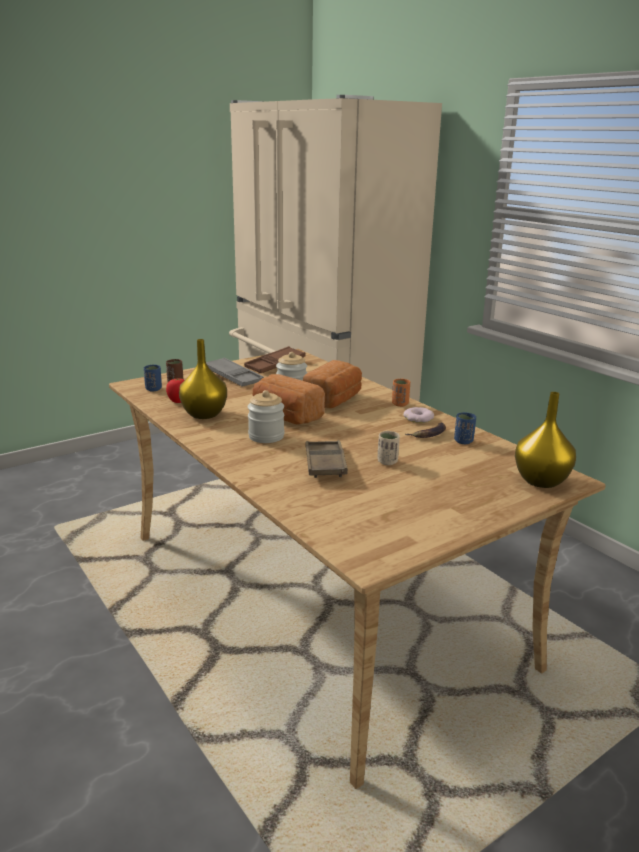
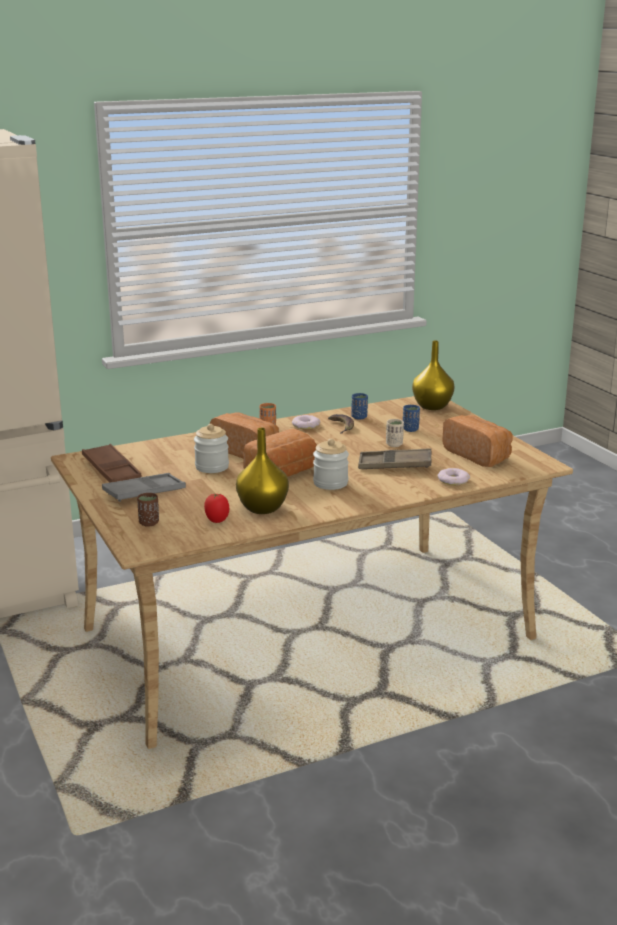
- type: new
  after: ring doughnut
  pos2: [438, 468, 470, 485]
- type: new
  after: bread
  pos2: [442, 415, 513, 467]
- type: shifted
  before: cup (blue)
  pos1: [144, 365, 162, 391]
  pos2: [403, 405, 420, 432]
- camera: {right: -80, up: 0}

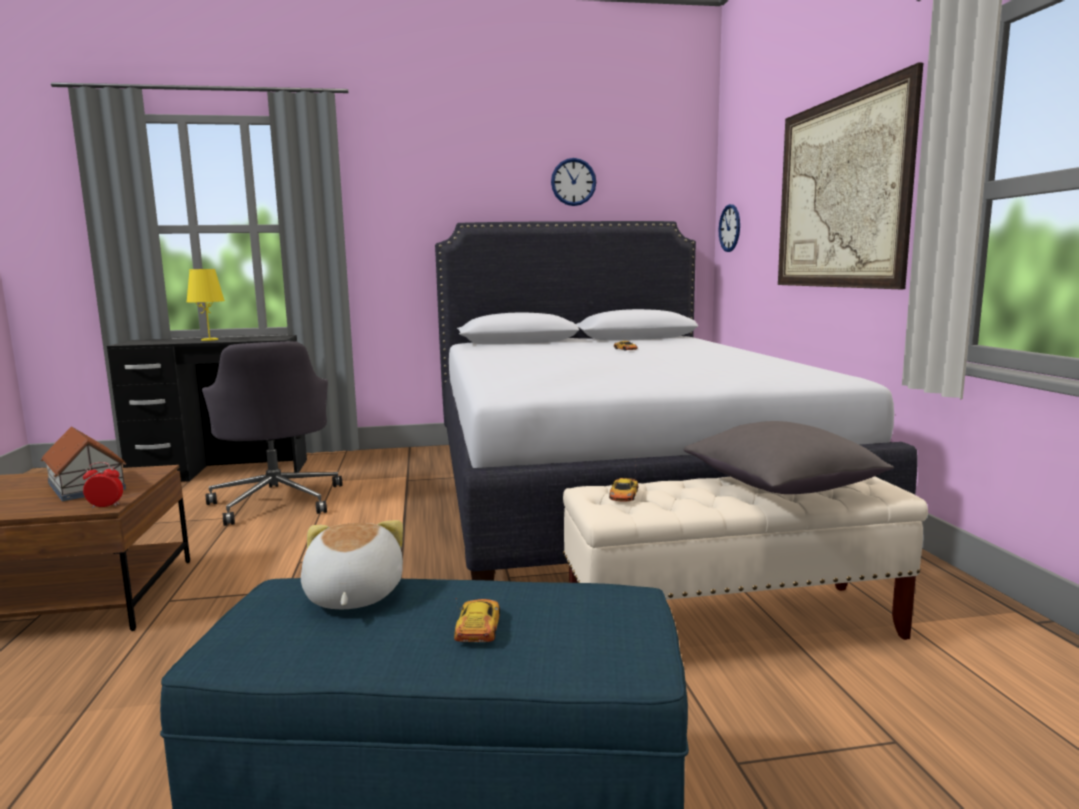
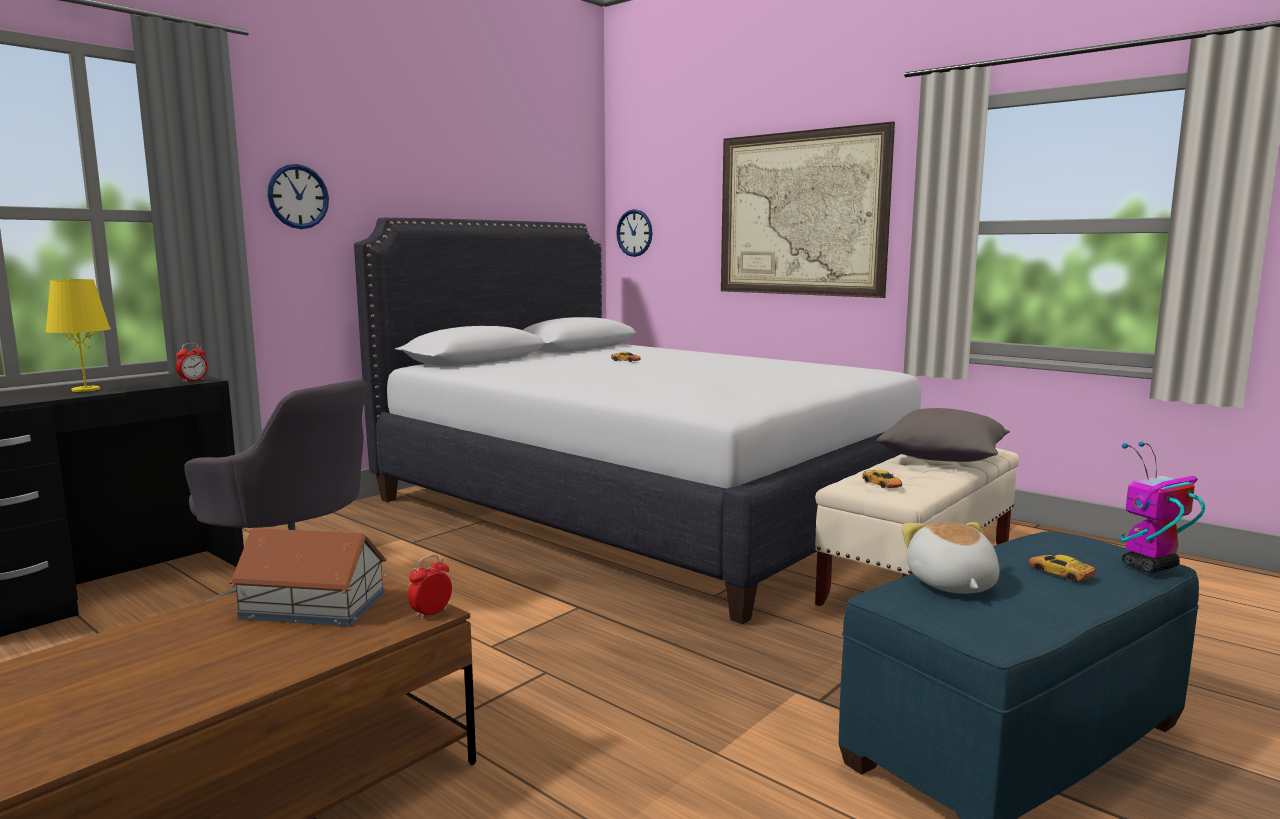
- type: new
  after: bedside clock
  pos2: [176, 343, 208, 382]
- type: new
  after: model robot
  pos2: [1119, 441, 1205, 573]
- type: shifted
  before: hanging clock
  pos1: [551, 158, 596, 206]
  pos2: [267, 164, 329, 229]
- type: rotated
  before: cuddly toy
  pos1: [301, 520, 403, 609]
  pos2: [901, 522, 999, 594]
  turn: 45
- camera: {right: -40, up: 0}

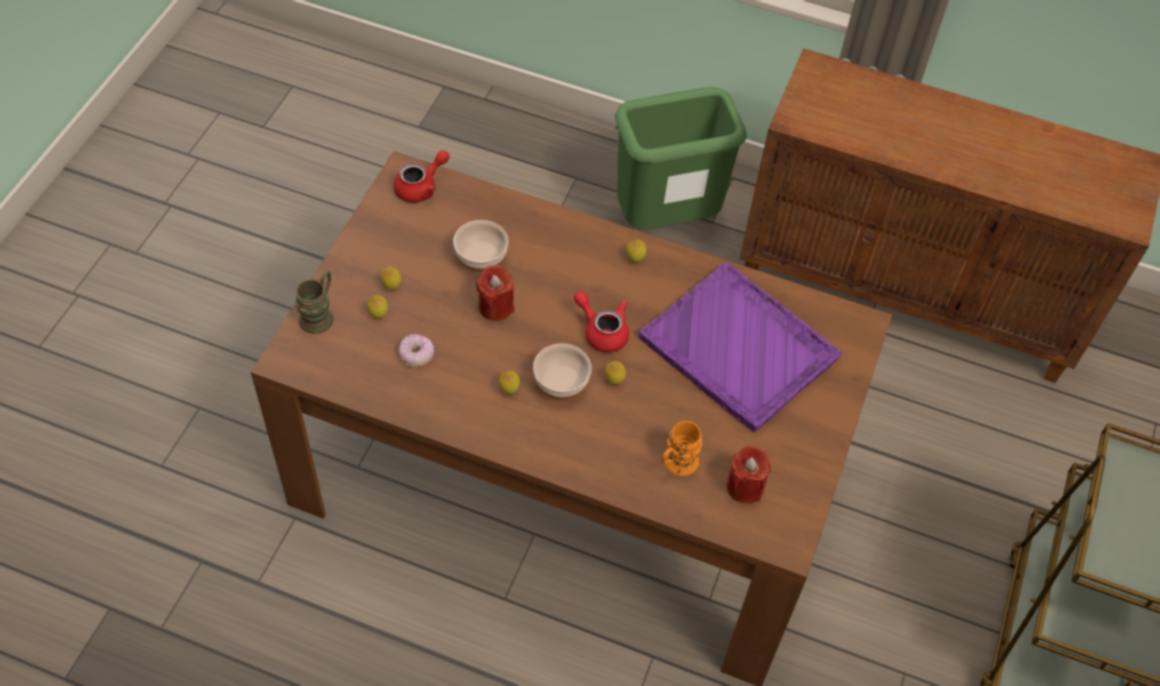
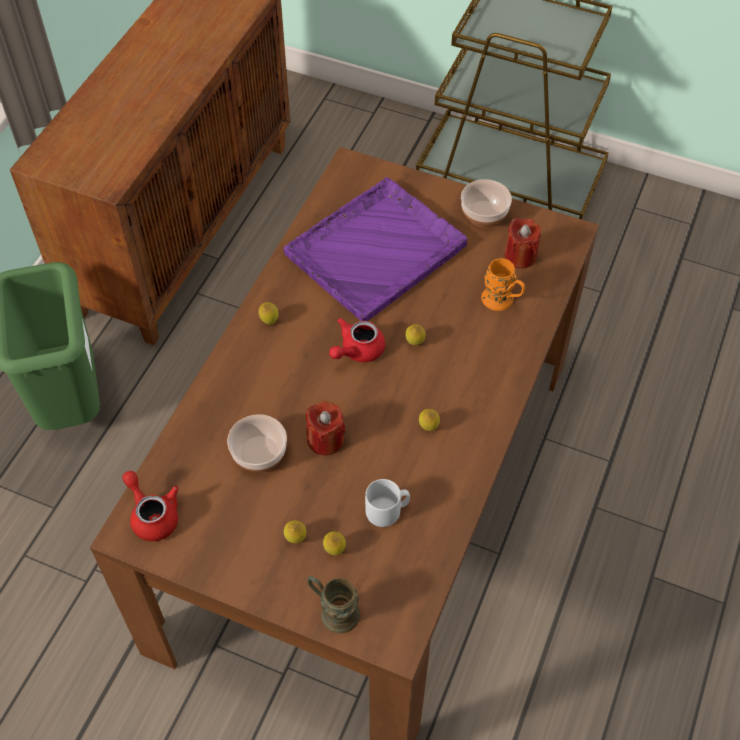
- type: shifted
  before: bowl
  pos1: [533, 343, 592, 399]
  pos2: [461, 179, 512, 227]
- type: swapped
  before: ring doughnut
  after: coffee mug (gray)
  pos1: [399, 334, 434, 367]
  pos2: [365, 479, 410, 527]
- camera: {right: -85, up: 0}

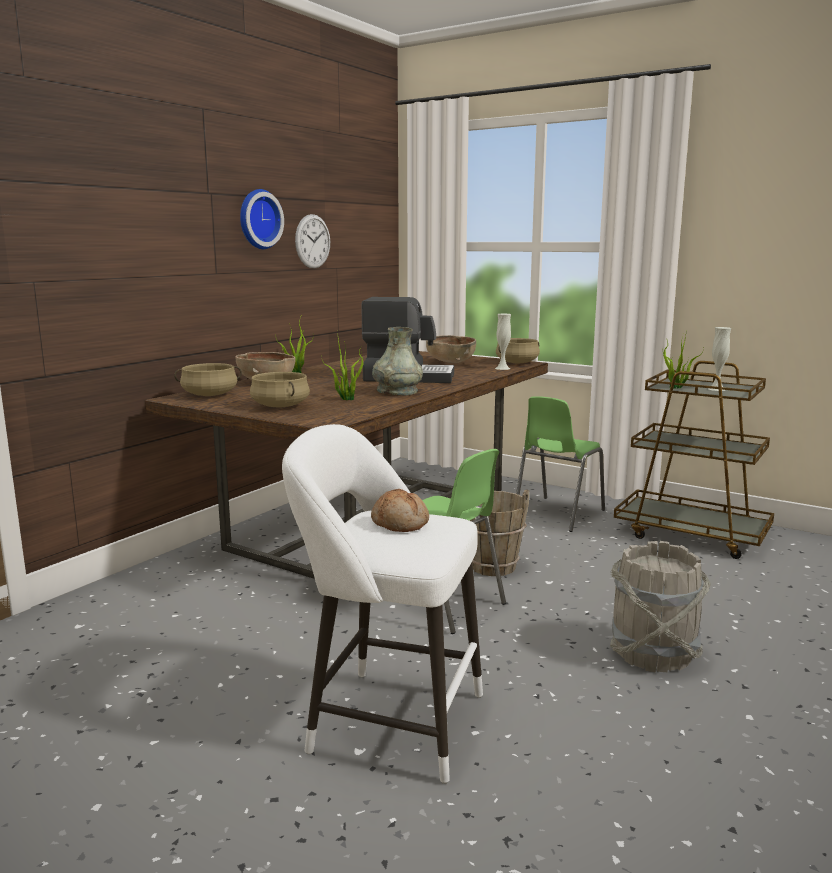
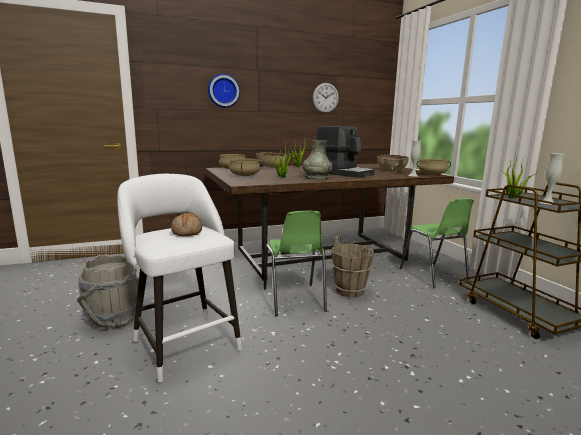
- type: shifted
  before: hanging clock
  pos1: [240, 189, 284, 249]
  pos2: [208, 74, 240, 108]
- type: shifted
  before: bucket (gray)
  pos1: [610, 541, 711, 673]
  pos2: [77, 254, 139, 330]
- type: rotated
  before: plain chair (green)
  pos1: [516, 396, 605, 532]
  pos2: [400, 198, 474, 288]
  turn: -90
- camera: {right: 35, up: 0}

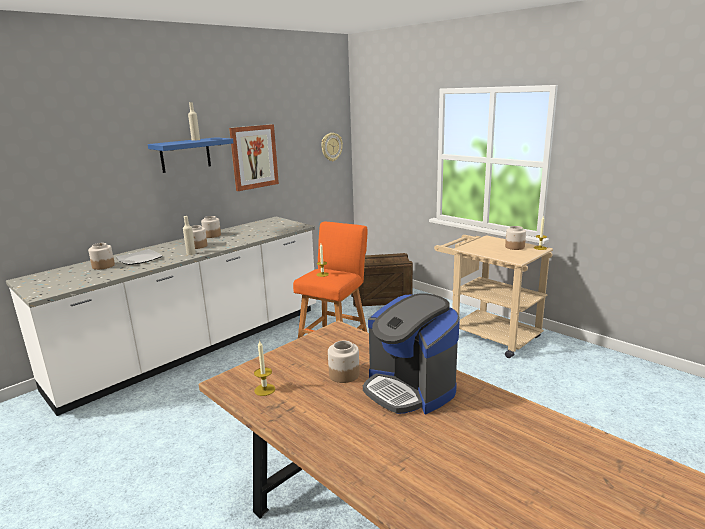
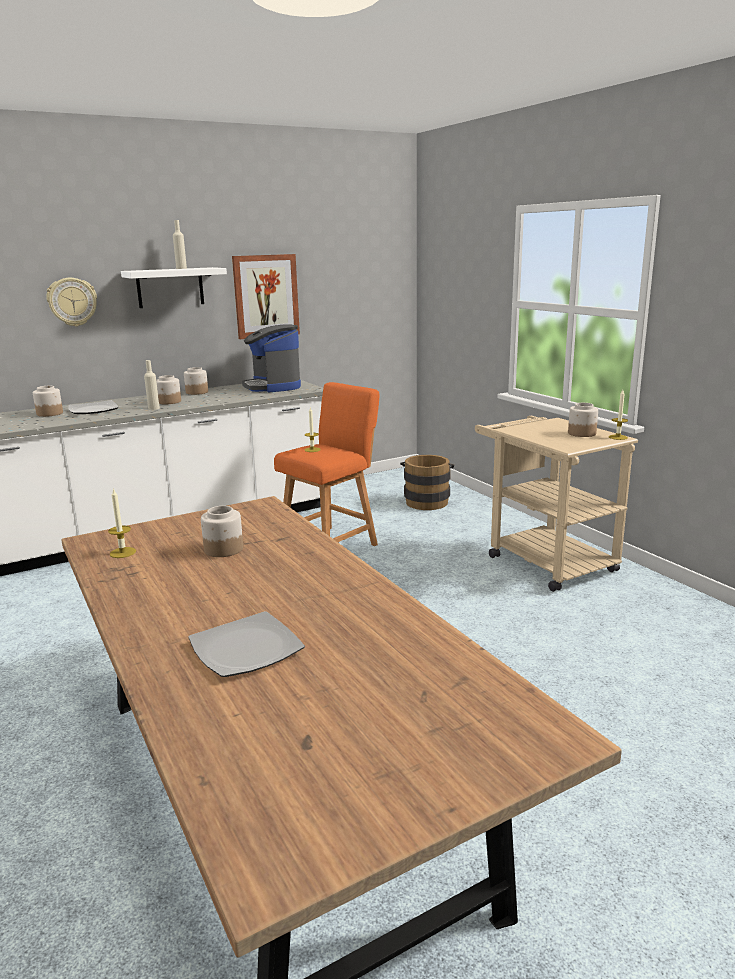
- type: new
  after: plate
  pos2: [188, 611, 305, 677]
- type: shifted
  before: hanging clock
  pos1: [321, 133, 343, 161]
  pos2: [46, 278, 97, 327]
- type: shifted
  before: coffee machine
  pos1: [363, 293, 460, 414]
  pos2: [242, 324, 301, 392]
- type: swapped
  before: packing crate
  after: bucket (brownish)
  pos1: [351, 253, 413, 307]
  pos2: [400, 455, 455, 510]
- type: repainted
  before: wall shelf (blue)
  after: wall shelf (whitish)
  pos1: [148, 137, 233, 173]
  pos2: [121, 267, 227, 308]
- camera: {right: 15, up: 0}

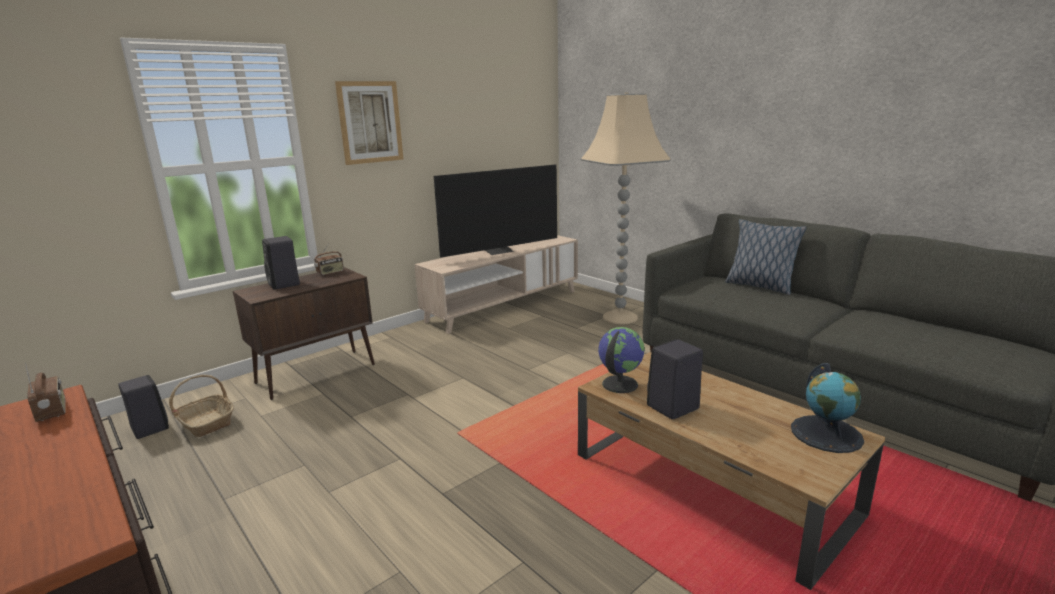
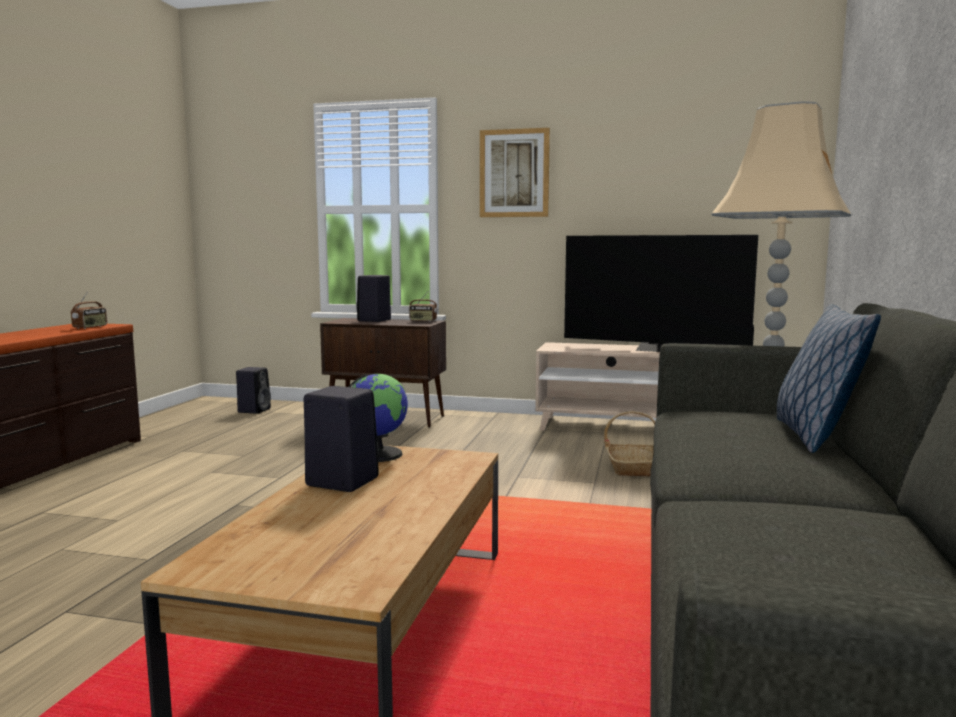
- type: gone
  before: world globe
  pos1: [791, 363, 864, 453]
- type: shifted
  before: storage basket
  pos1: [169, 375, 234, 437]
  pos2: [604, 411, 655, 477]
- camera: {right: 55, up: -10}

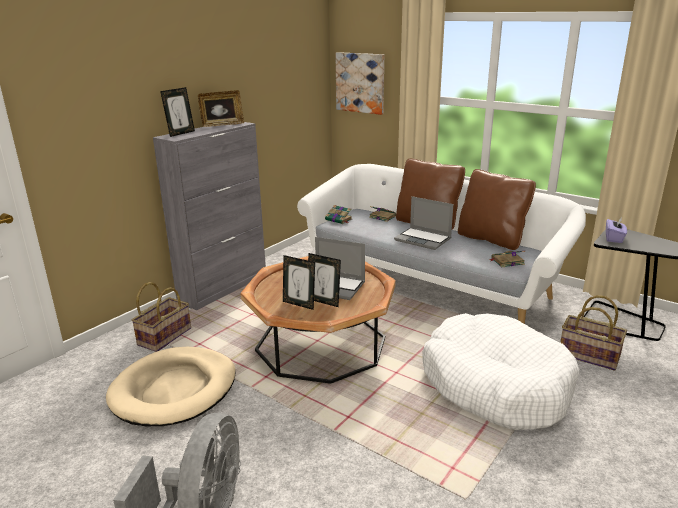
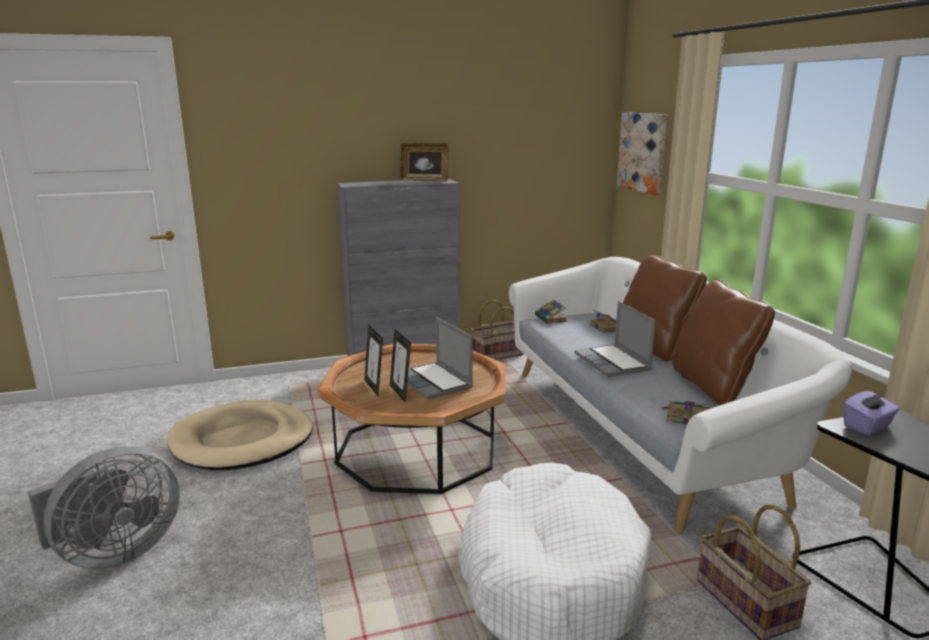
- type: gone
  before: standing frame
  pos1: [160, 87, 195, 137]
- type: shifted
  before: storage basket
  pos1: [131, 282, 191, 352]
  pos2: [471, 300, 524, 360]
- camera: {right: 35, up: -5}

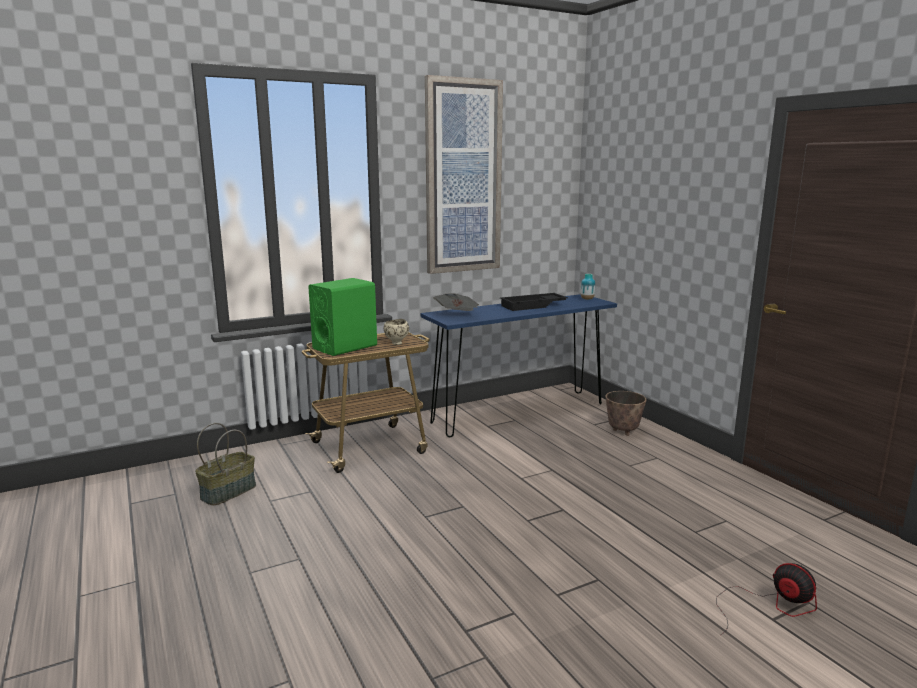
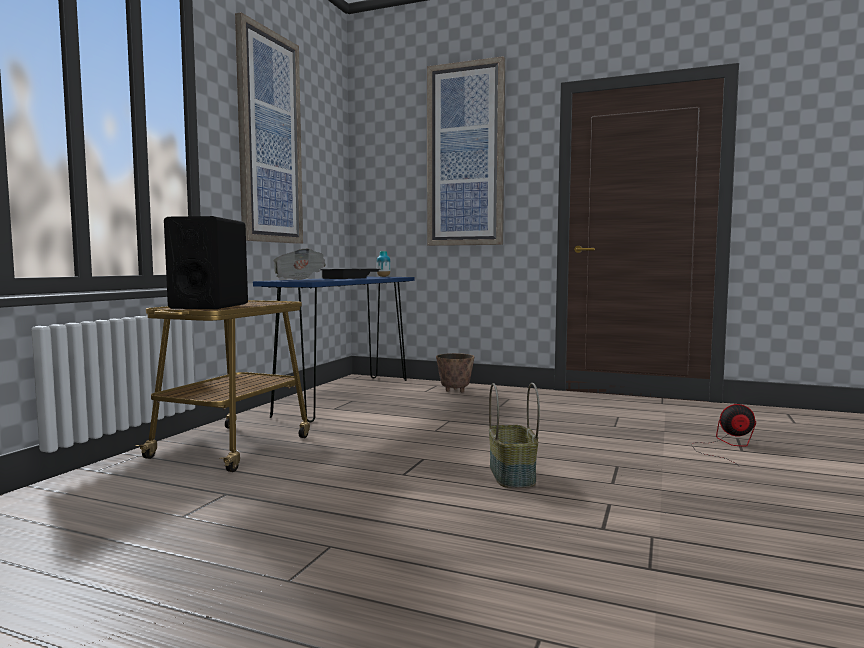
- type: gone
  before: bowl (beige-coloured)
  pos1: [384, 319, 409, 345]
- type: new
  after: picture
  pos2: [427, 56, 505, 246]
- type: shifted
  before: storage basket
  pos1: [195, 423, 256, 505]
  pos2: [489, 383, 540, 488]
- type: repainted
  before: loudspeaker (green)
  after: loudspeaker (blackish)
  pos1: [308, 278, 377, 356]
  pos2: [164, 216, 248, 309]
- camera: {right: -40, up: -10}

